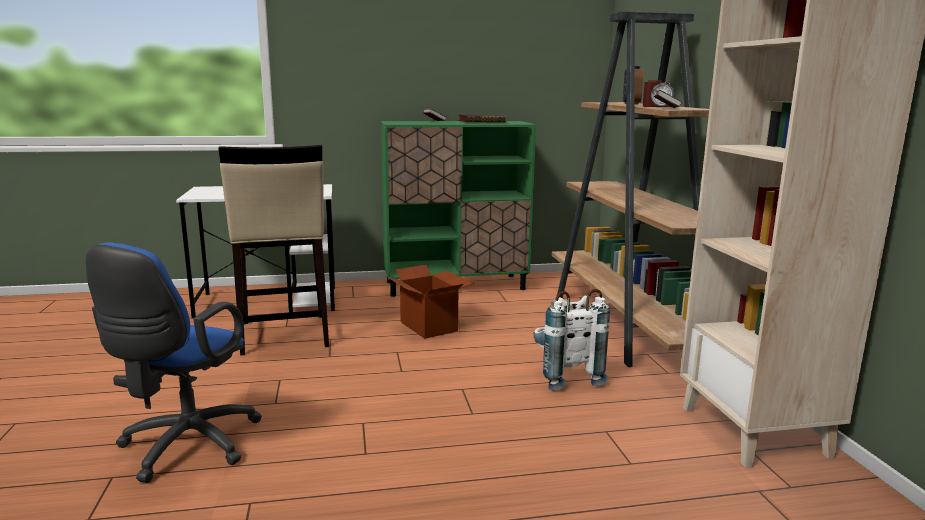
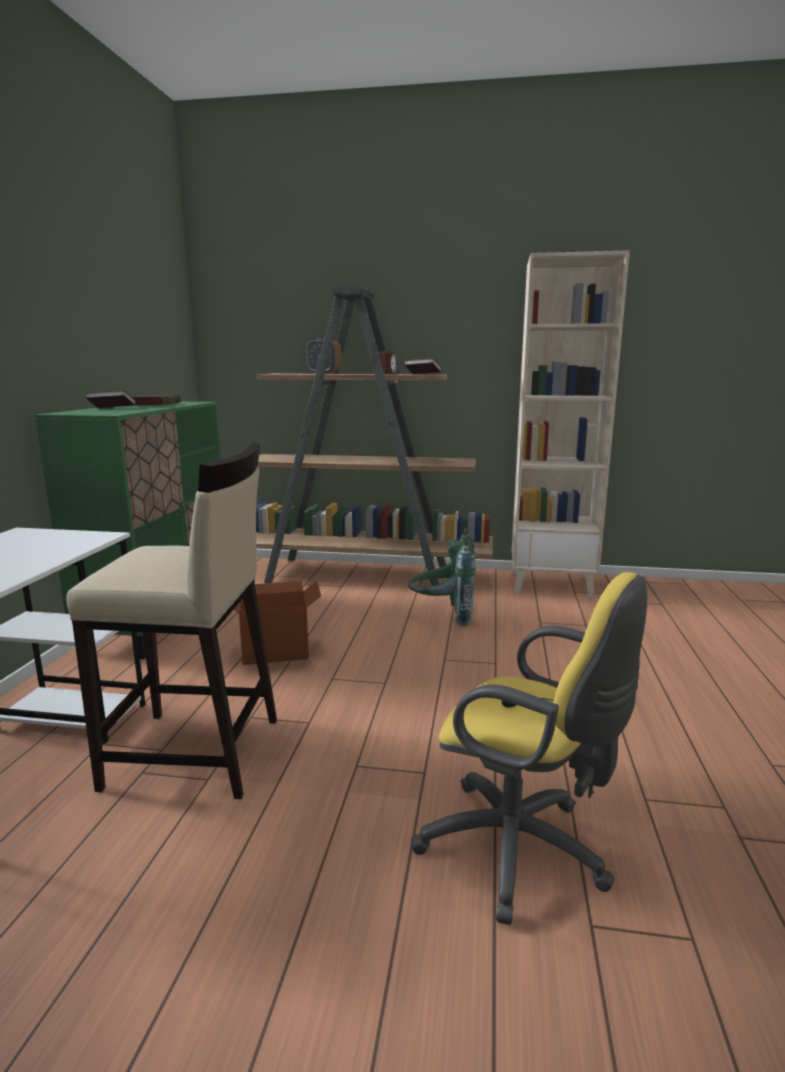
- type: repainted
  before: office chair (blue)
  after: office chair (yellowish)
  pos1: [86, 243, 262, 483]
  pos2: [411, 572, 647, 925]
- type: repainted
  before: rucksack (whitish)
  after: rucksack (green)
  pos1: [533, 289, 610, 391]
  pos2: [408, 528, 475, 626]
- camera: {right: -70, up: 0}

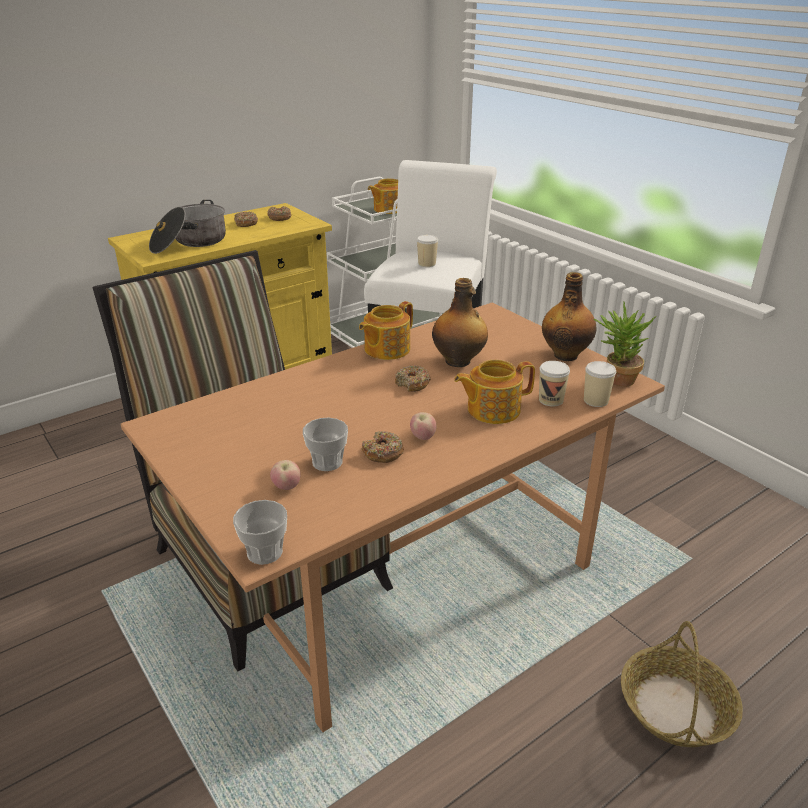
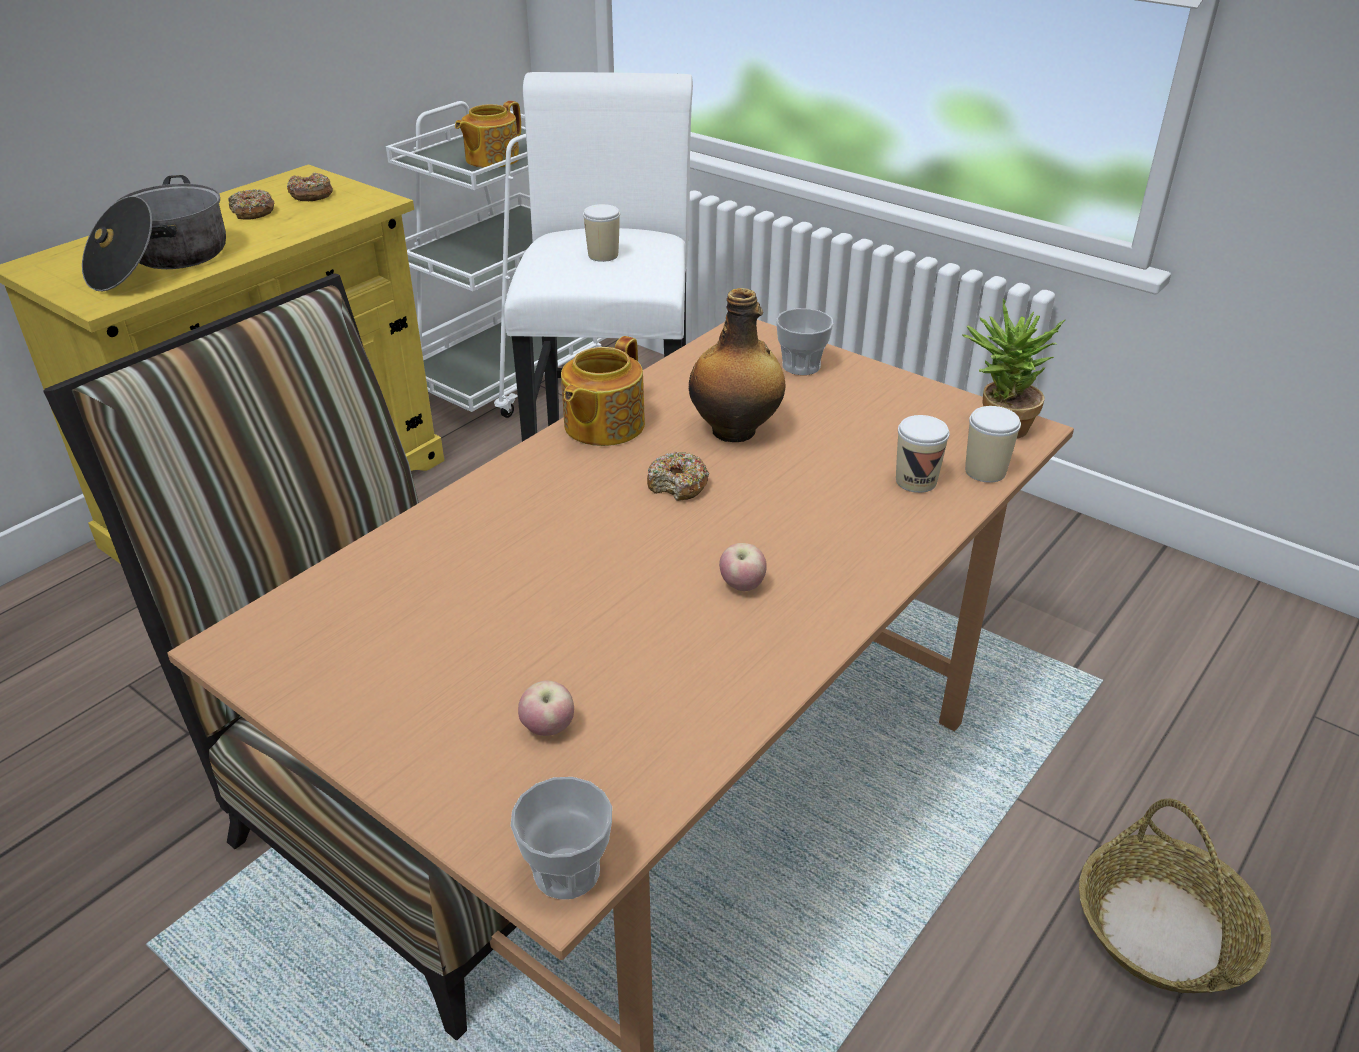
- type: gone
  before: ring doughnut
  pos1: [362, 431, 404, 463]
- type: gone
  before: teapot
  pos1: [454, 360, 535, 424]
- type: gone
  before: bottle
  pos1: [542, 272, 596, 361]
- type: shifted
  before: cup
  pos1: [303, 418, 348, 471]
  pos2: [776, 308, 834, 375]
- camera: {right: -15, up: 5}

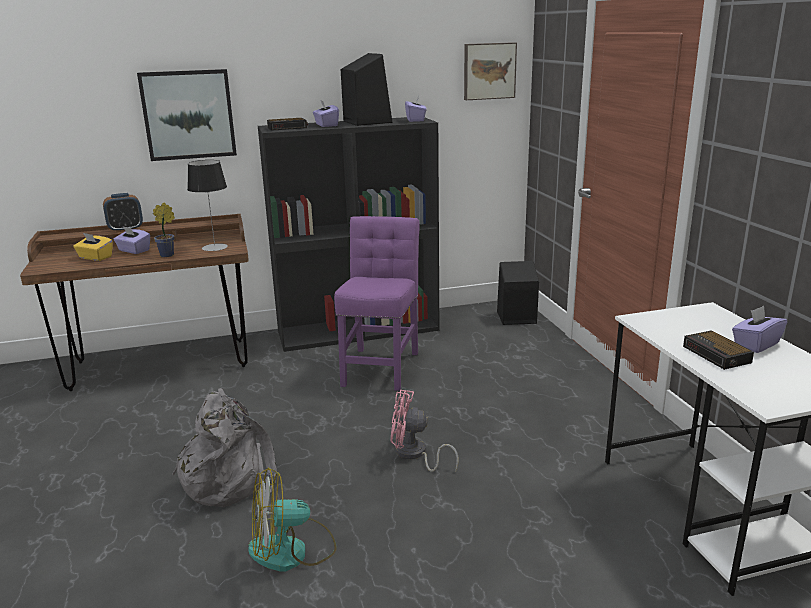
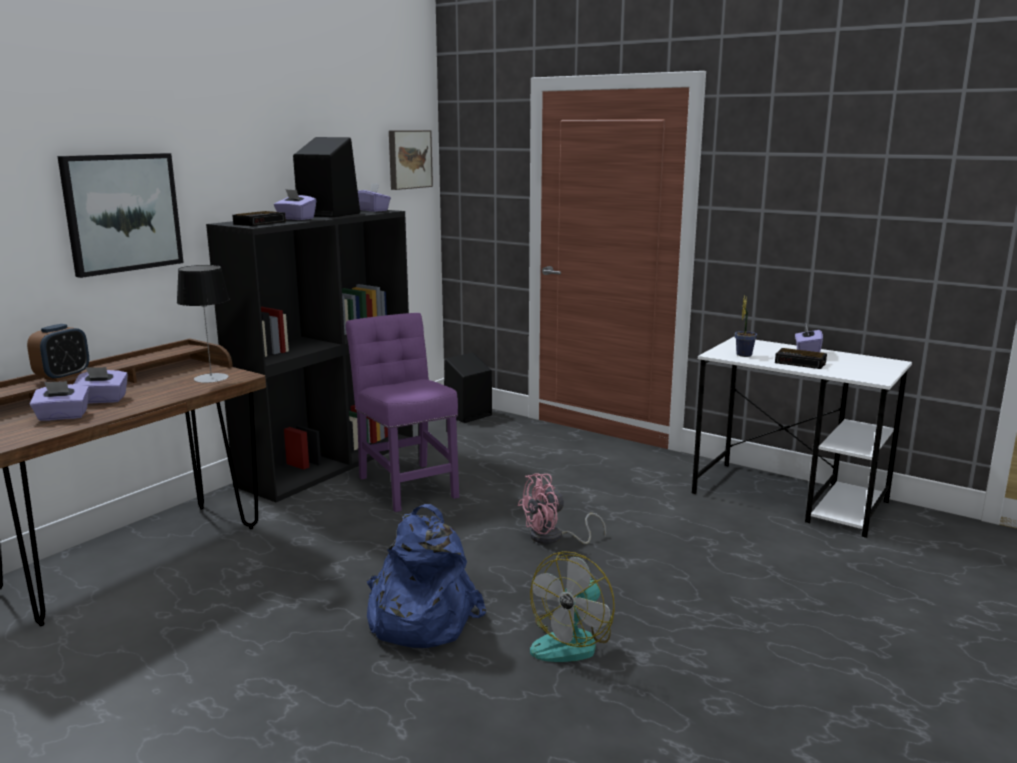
- type: shifted
  before: plant in a pot
  pos1: [153, 203, 175, 257]
  pos2: [735, 295, 757, 357]
- type: repainted
  before: box of tissues (yellowish)
  after: box of tissues (purple)
  pos1: [73, 233, 113, 261]
  pos2: [30, 381, 89, 421]
- type: repainted
  before: rucksack (gray)
  after: rucksack (blue)
  pos1: [172, 388, 277, 507]
  pos2: [367, 504, 486, 648]
- camera: {right: -40, up: -5}

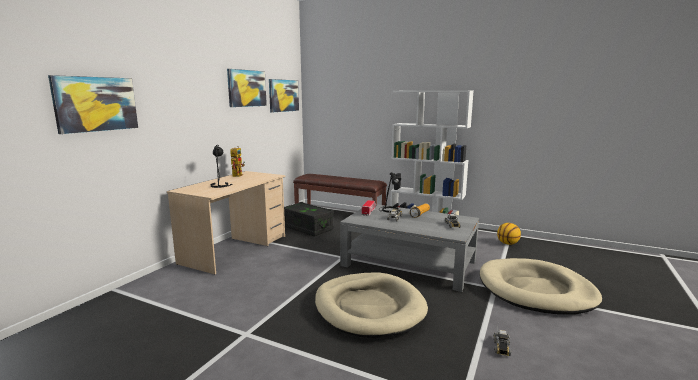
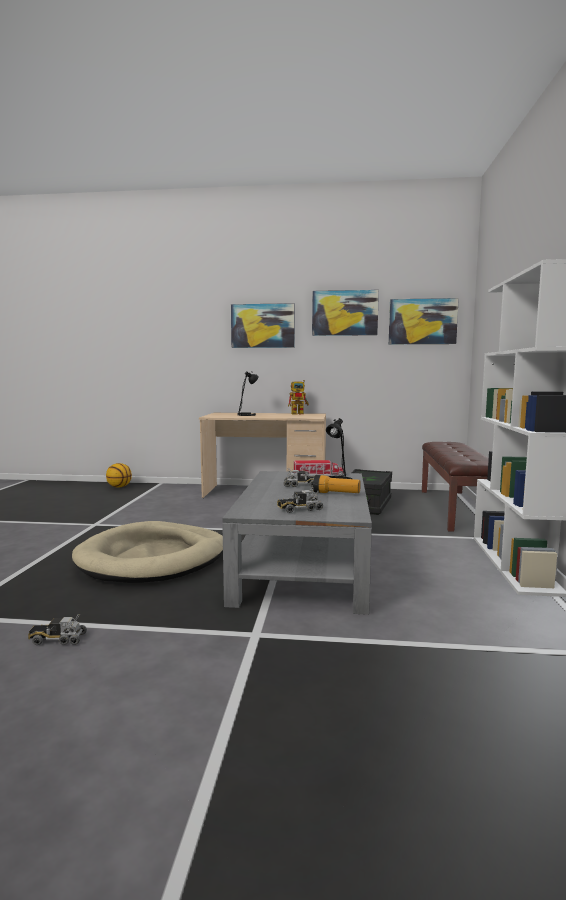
- type: gone
  before: pet bed (beige-coloured)
  pos1: [480, 258, 602, 315]
- type: shifted
  before: picture
  pos1: [48, 75, 138, 134]
  pos2: [231, 303, 295, 348]
- type: shifted
  before: ball for basketball
  pos1: [497, 223, 521, 245]
  pos2: [106, 463, 132, 487]
- camera: {right: 70, up: -5}

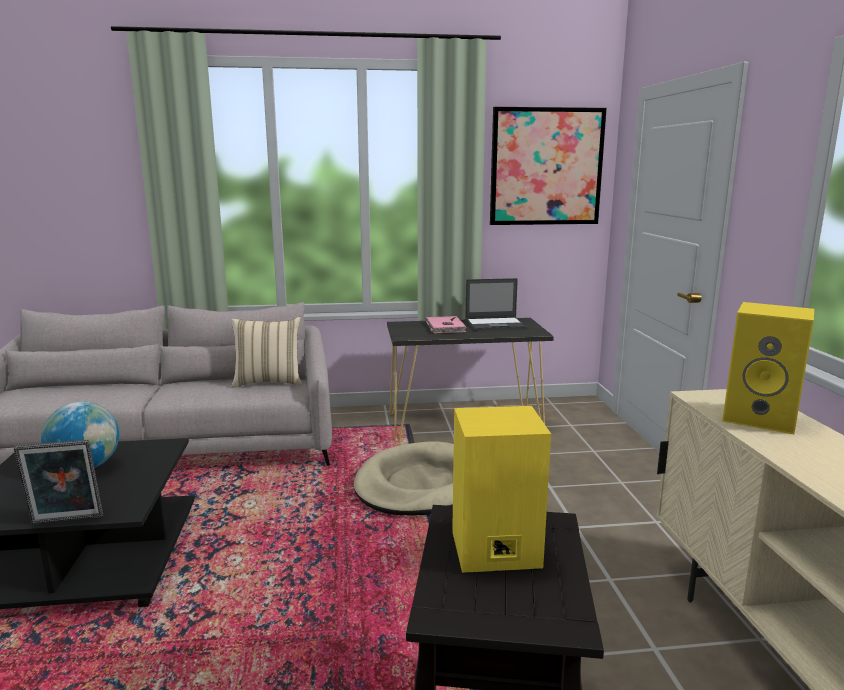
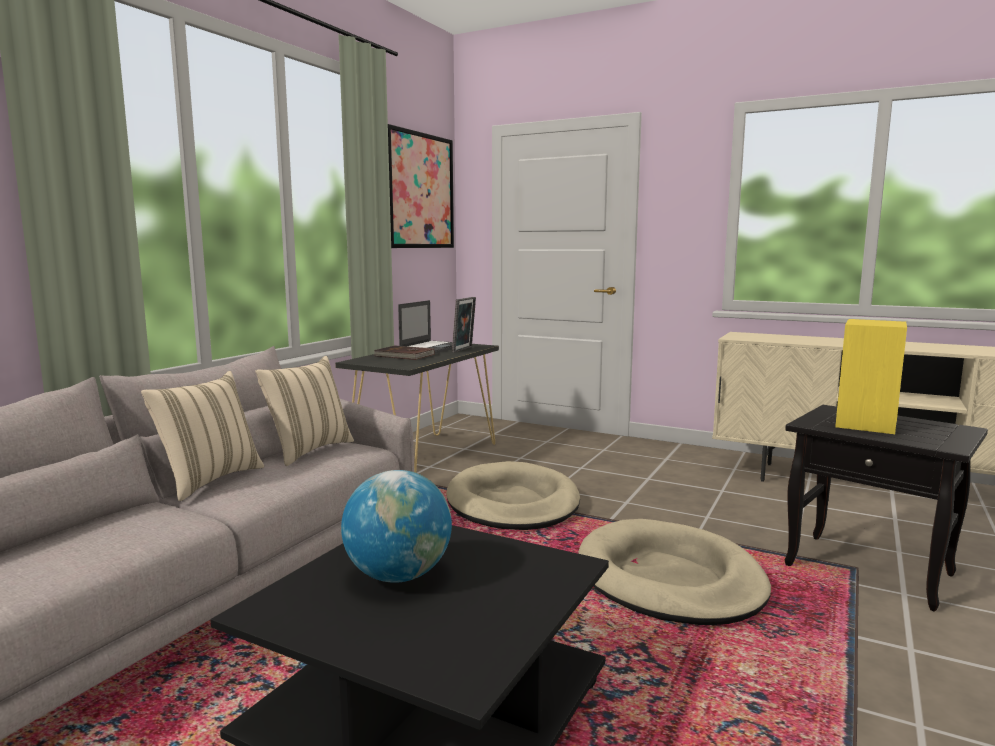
- type: gone
  before: loudspeaker (yellowish)
  pos1: [722, 302, 814, 434]
- type: new
  after: throw pillow (beige-coloured)
  pos2: [141, 371, 264, 501]
- type: new
  after: pet bed (beige-coloured)
  pos2: [578, 519, 771, 625]
- type: shifted
  before: standing frame
  pos1: [14, 440, 103, 524]
  pos2: [452, 297, 476, 353]
- type: repainted
  before: volume (pink)
  after: volume (brownish)
  pos1: [426, 316, 466, 333]
  pos2: [373, 345, 435, 360]
- camera: {right: -55, up: -5}

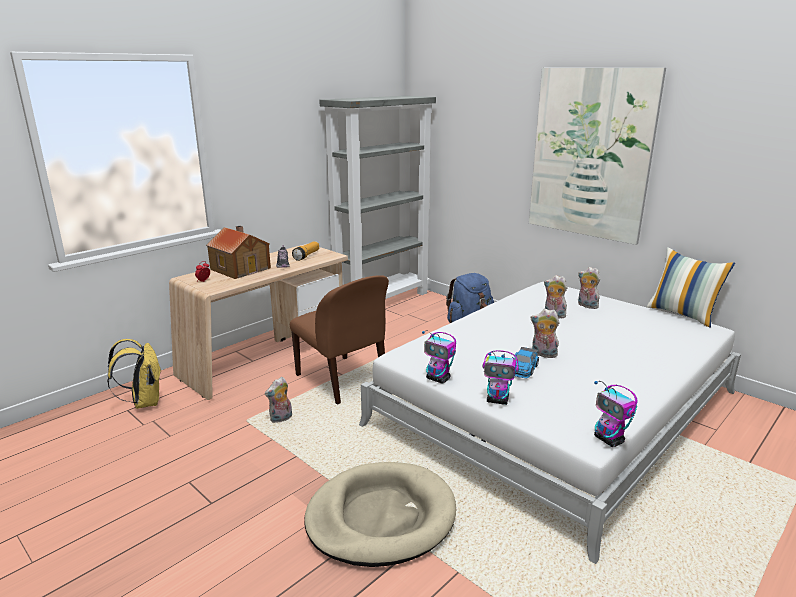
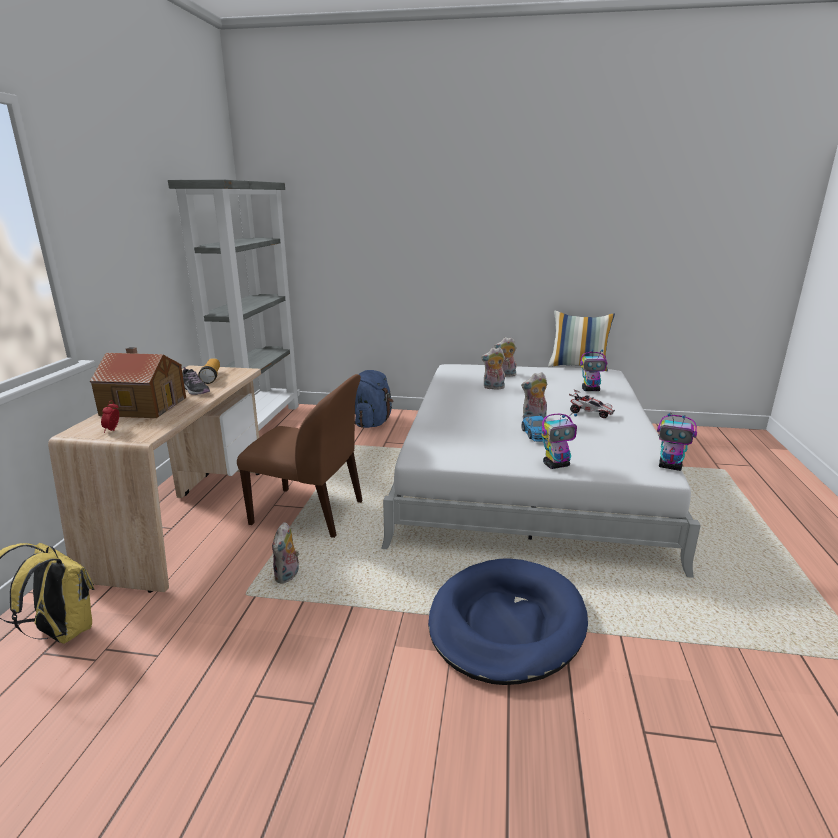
- type: gone
  before: picture
  pos1: [529, 67, 666, 245]
- type: new
  after: toy car
  pos2: [569, 390, 615, 418]
- type: shifted
  before: model robot
  pos1: [422, 330, 456, 384]
  pos2: [580, 349, 607, 391]
- type: repainted
  before: pet bed (beige-coloured)
  after: pet bed (blue)
  pos1: [305, 462, 456, 567]
  pos2: [428, 558, 588, 685]
- camera: {right: -35, up: 0}

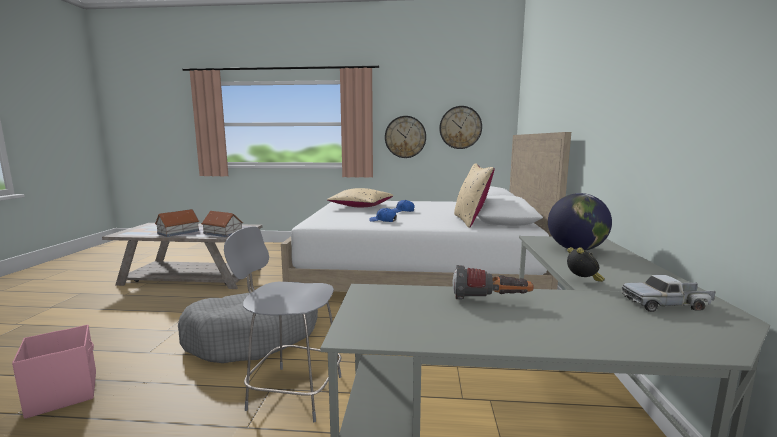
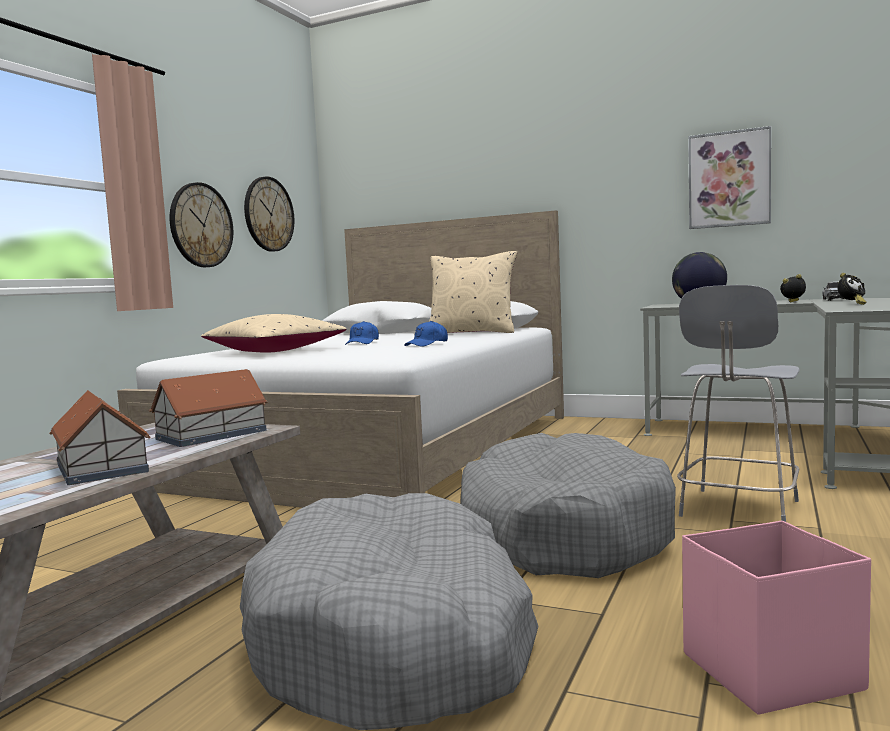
- type: new
  after: pet bed (gray)
  pos2: [240, 493, 538, 730]
- type: new
  after: picture
  pos2: [688, 126, 771, 229]
- type: swapped
  before: torch
  after: bedside clock
  pos1: [452, 265, 534, 300]
  pos2: [837, 273, 866, 305]
- camera: {right: -70, up: -5}

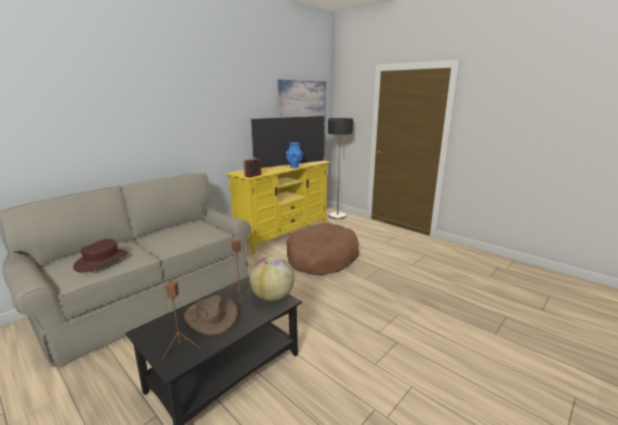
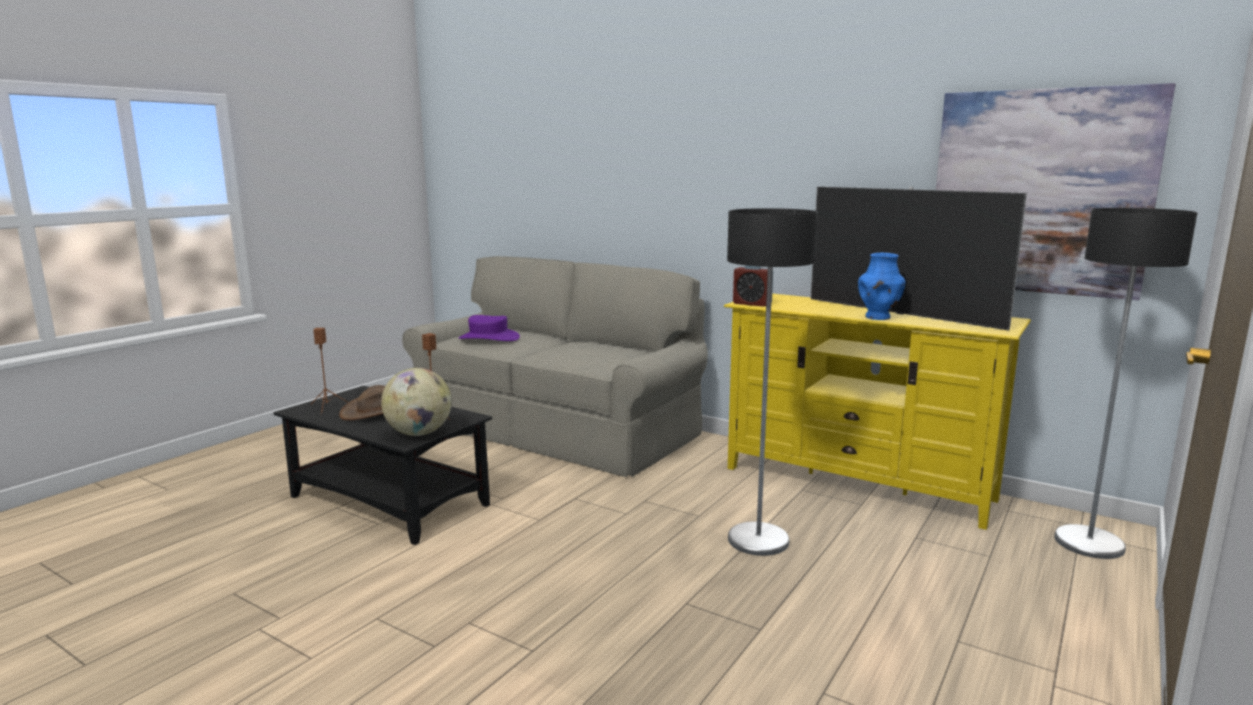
- type: swapped
  before: pet bed (brownish)
  after: standing lamp
  pos1: [286, 222, 359, 276]
  pos2: [727, 208, 818, 556]
- type: repainted
  before: clothing hat (brownish)
  after: clothing hat (purple)
  pos1: [73, 239, 128, 273]
  pos2: [459, 315, 520, 341]
- camera: {right: 80, up: -5}

